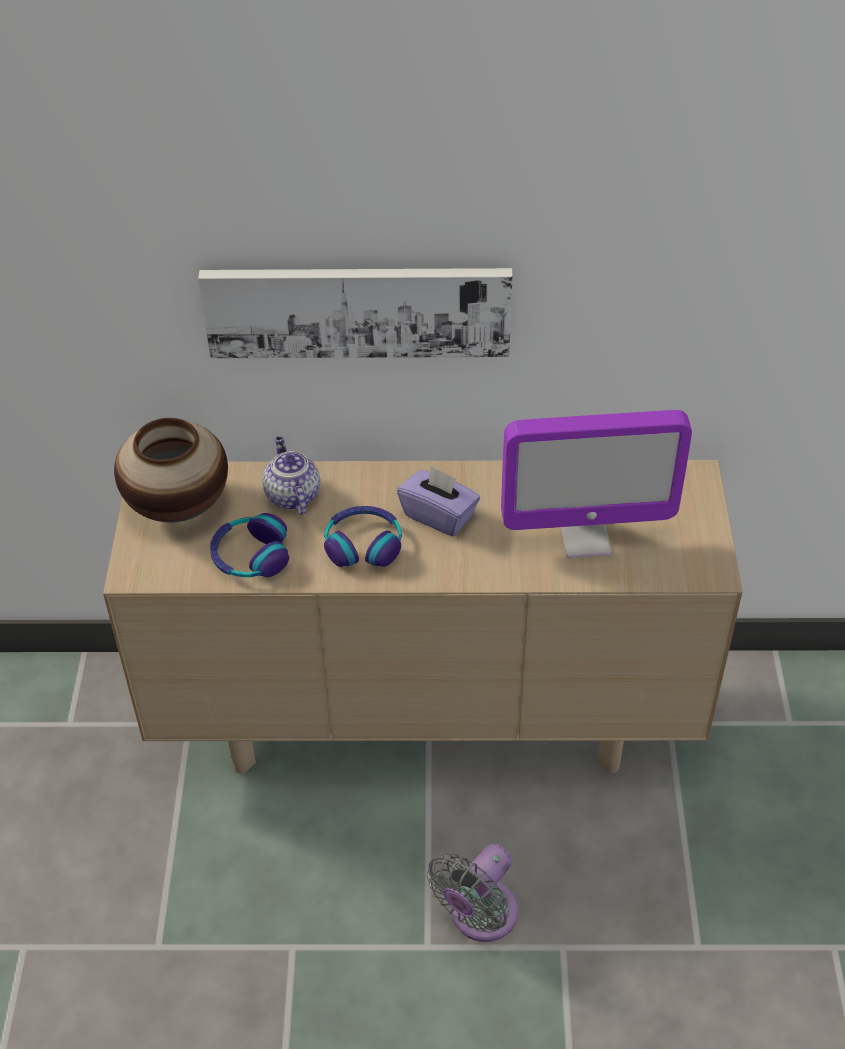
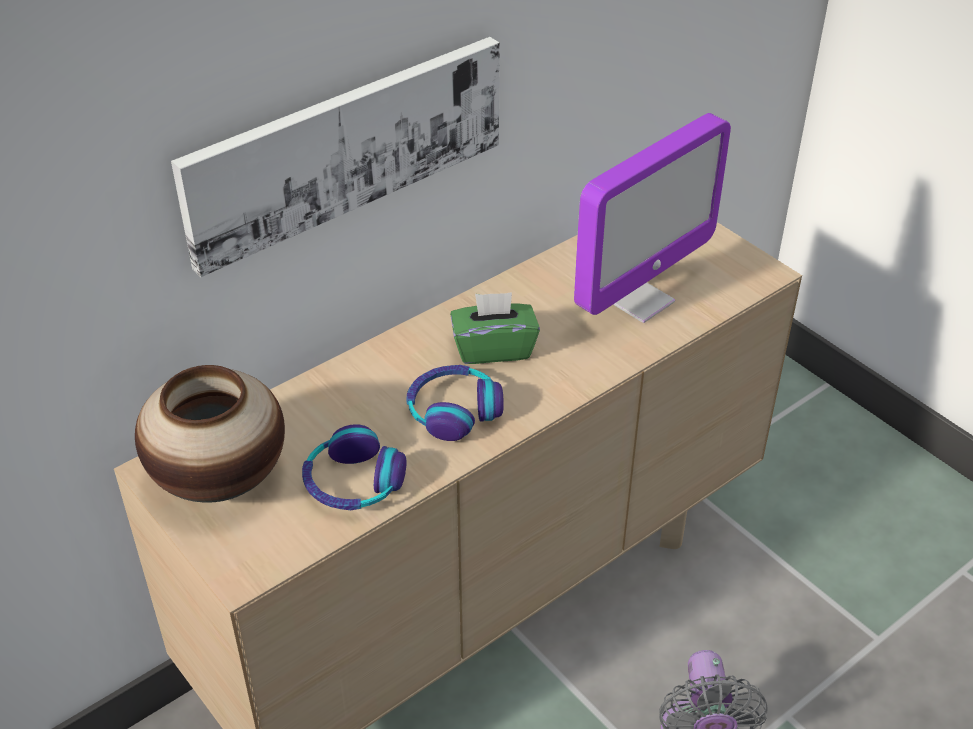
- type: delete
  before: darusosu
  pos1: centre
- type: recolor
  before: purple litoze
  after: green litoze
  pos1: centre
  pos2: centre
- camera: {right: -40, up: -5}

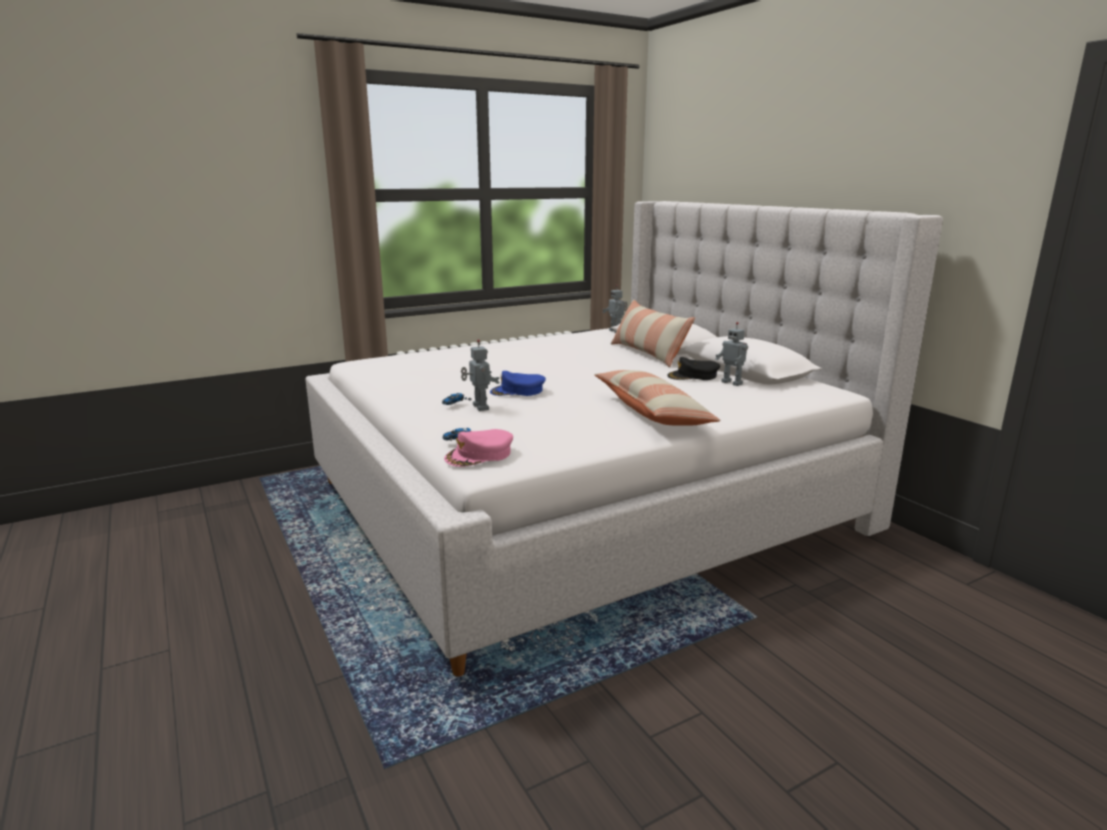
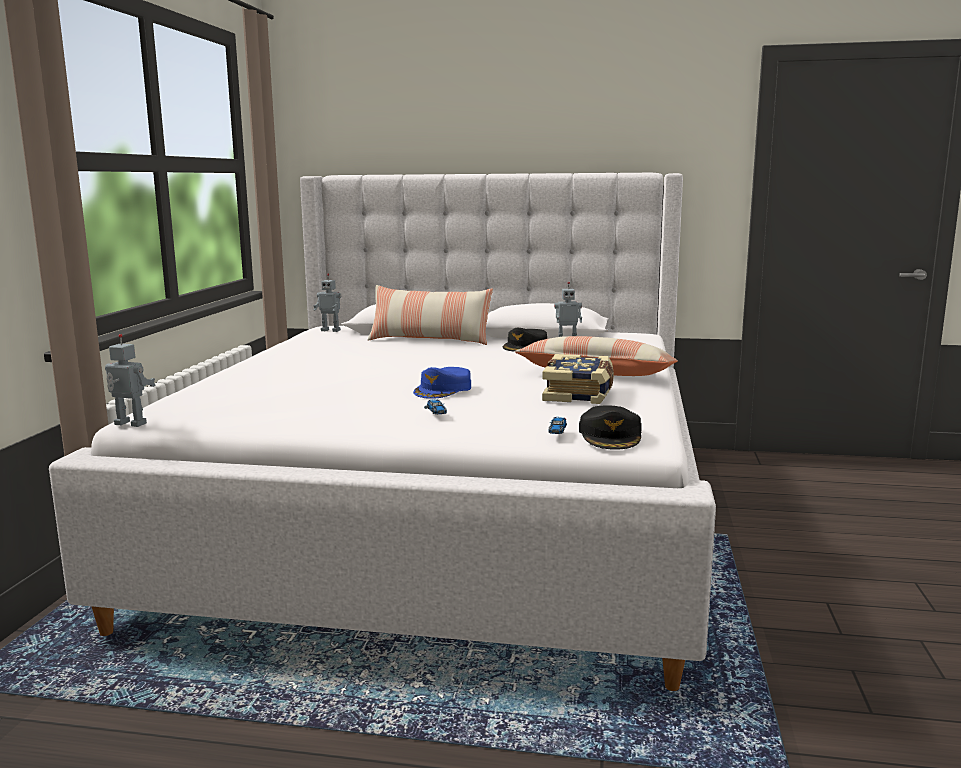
- type: insert
  after: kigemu
  pos2: centre
- type: move
  before: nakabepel (1st from left)
  pos1: centre
  pos2: middle left
- type: recolor
  before: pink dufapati
  after: black dufapati (2nd from left)
  pos1: centre
  pos2: centre
- camera: {right: -50, up: -5}

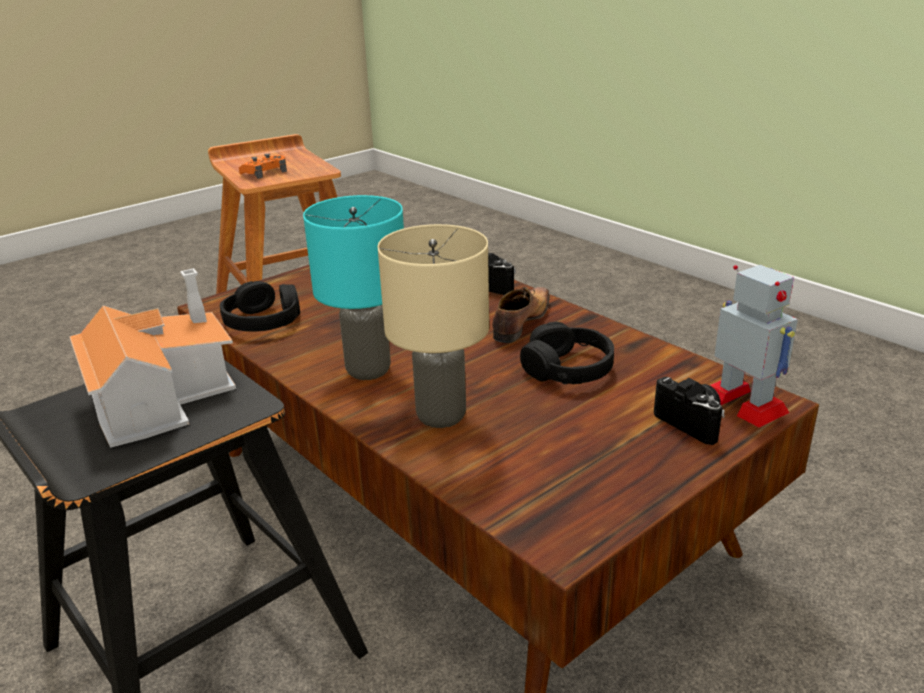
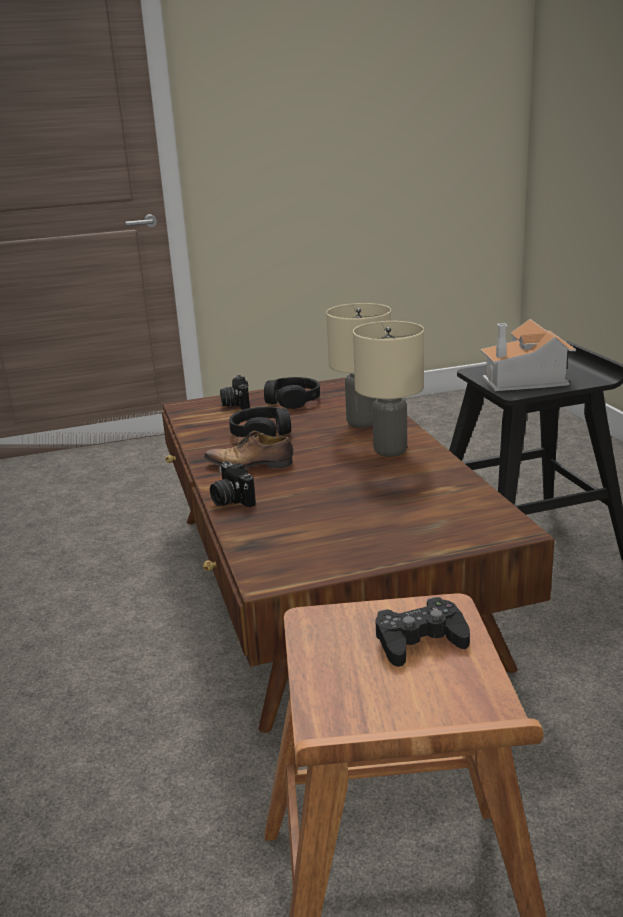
- type: delete
  before: nakabepel
  pos1: middle right
- type: move
  before: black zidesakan (1st from left in the first image)
  after: black zidesakan (2nd from left)
  pos1: middle left
  pos2: centre
- type: recolor
  before: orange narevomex
  after: black narevomex
  pos1: top left
  pos2: bottom right
- type: recolor
  before: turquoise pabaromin
  after: beige pabaromin (2nd from left)
  pos1: centre
  pos2: centre
- type: rotate
  before: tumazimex
  pos1: centre
  pos2: centre
  turn: 45
- camera: {right: -155, up: -5}

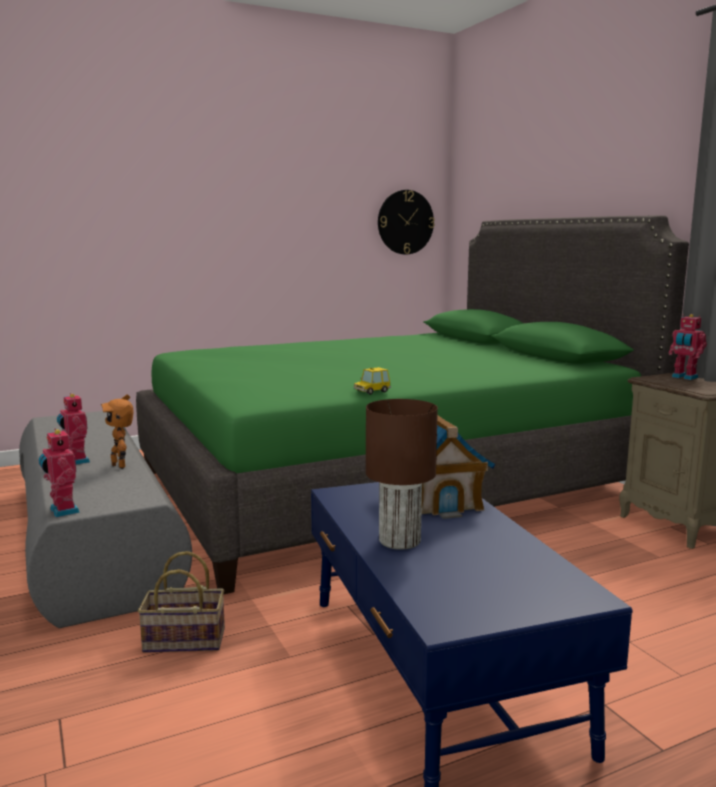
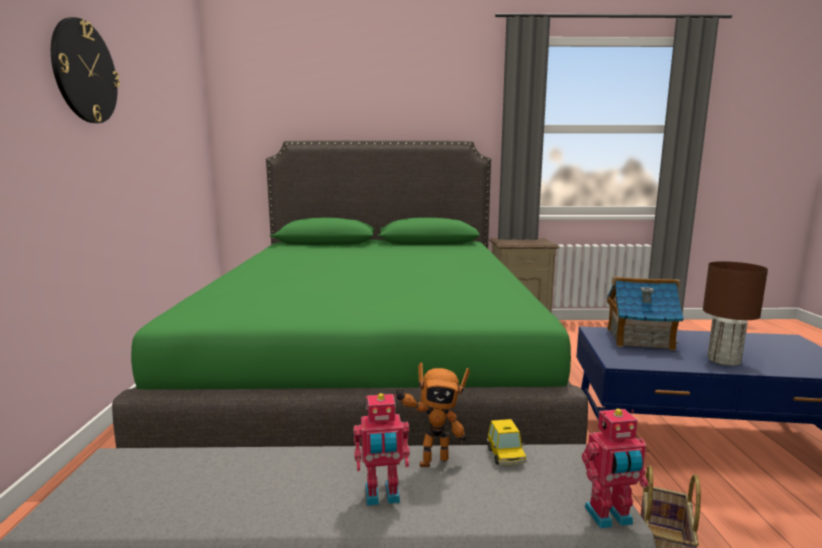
- type: delete
  before: nakabepel (4th from left)
  pos1: middle right
- type: move
  before: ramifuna
  pos1: centre
  pos2: bottom centre
- type: move
  before: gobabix
  pos1: top centre
  pos2: top left
- camera: {right: -65, up: 0}

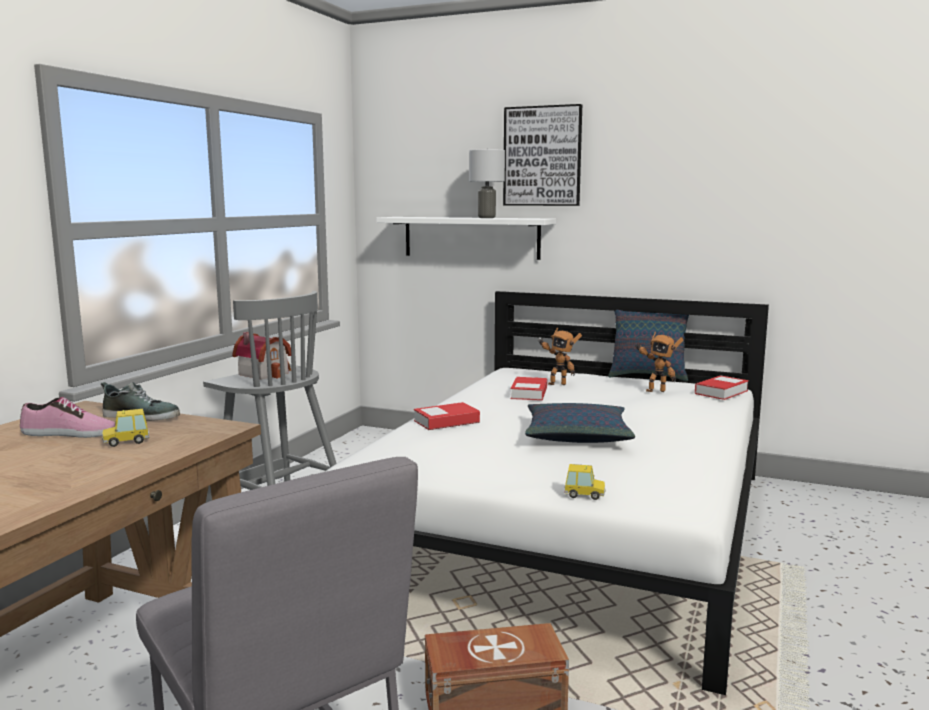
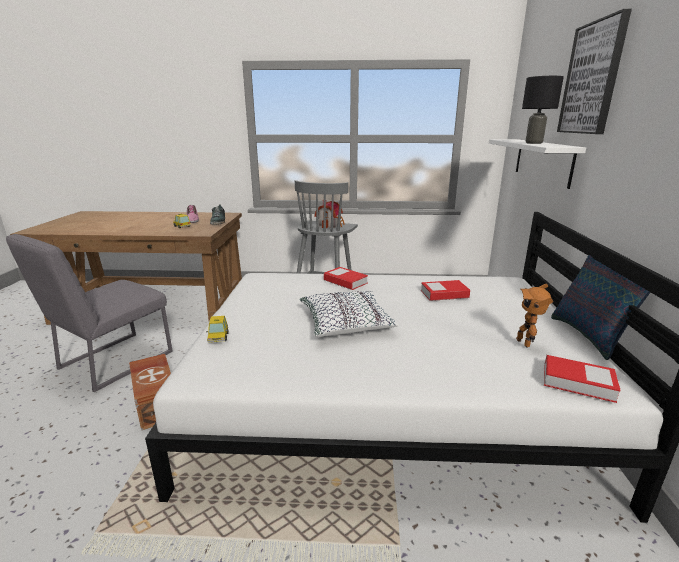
- type: delete
  before: nakabepel (1st from left)
  pos1: centre
- type: recolor
  before: white pabaromin
  after: black pabaromin
  pos1: top centre
  pos2: top right
- type: recolor
  before: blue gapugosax (1st from left)
  after: white gapugosax
  pos1: centre
  pos2: centre
- camera: {right: 70, up: 10}

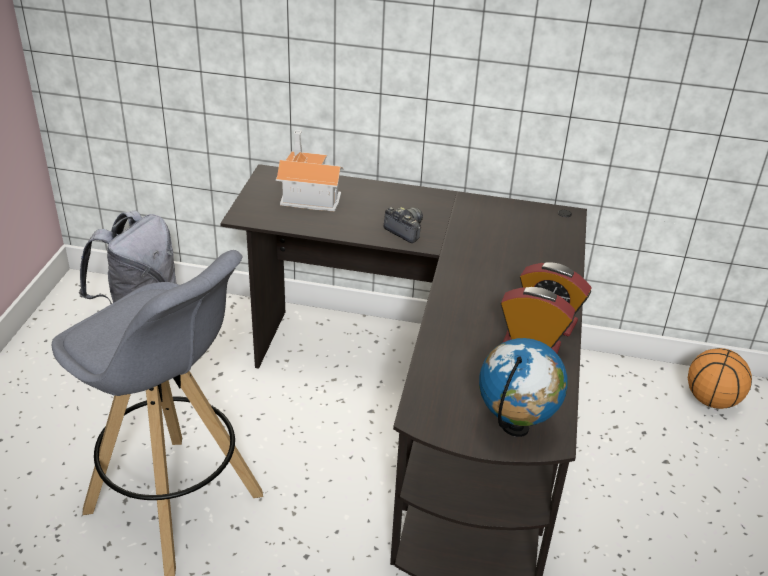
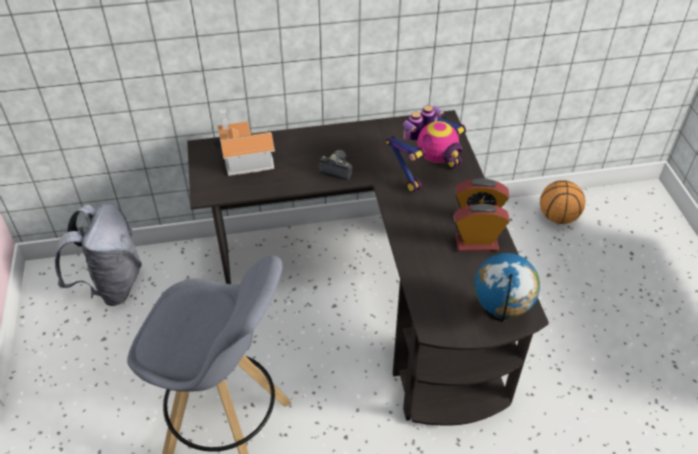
- type: insert
  after: nakabepel
  pos2: top centre
- camera: {right: -20, up: 10}

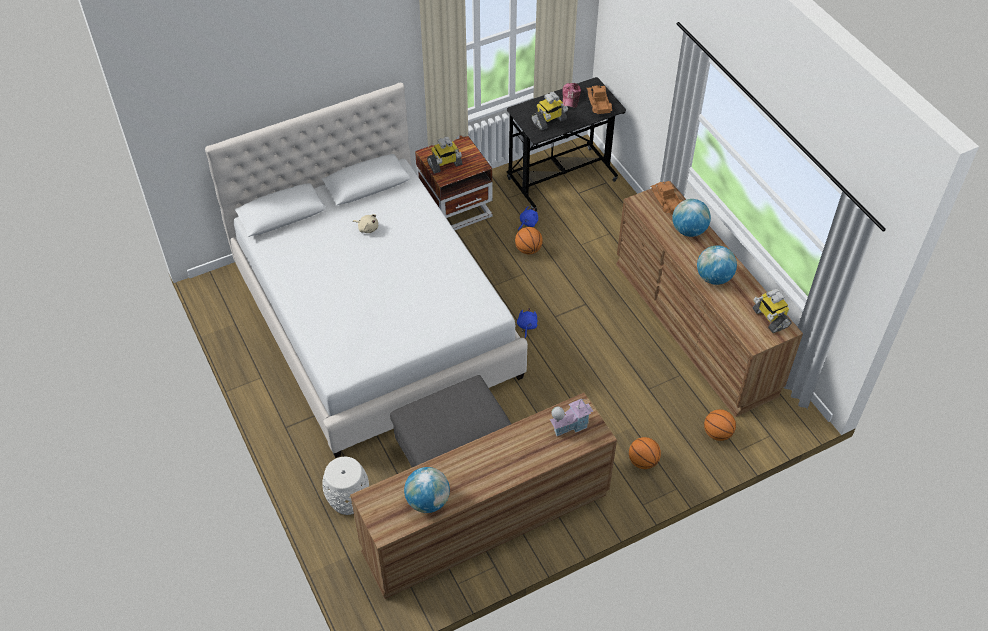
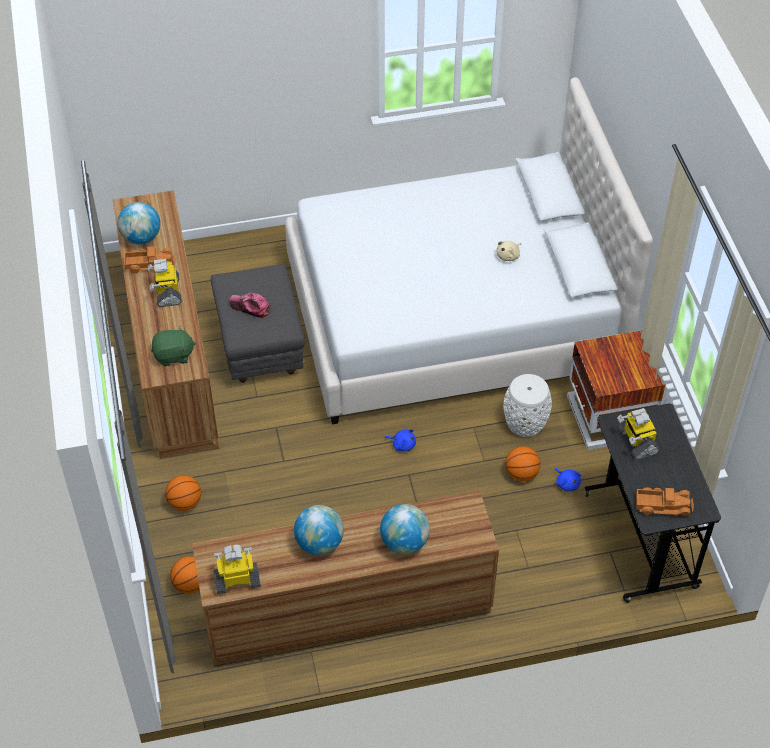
- type: move
  before: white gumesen
  pos1: bottom centre
  pos2: middle right
- type: move
  before: nakabepel (1st from left)
  pos1: top centre
  pos2: middle left
- type: move
  before: dufapati
  pos1: top centre
  pos2: middle left
- type: move
  before: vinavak (2nd from left in the first image)
  after: vinavak (1st from left)
  pos1: top right
  pos2: middle left
- type: replace
  before: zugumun
  after: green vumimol
  pos1: centre
  pos2: middle left
- camera: {right: 105, up: 0}

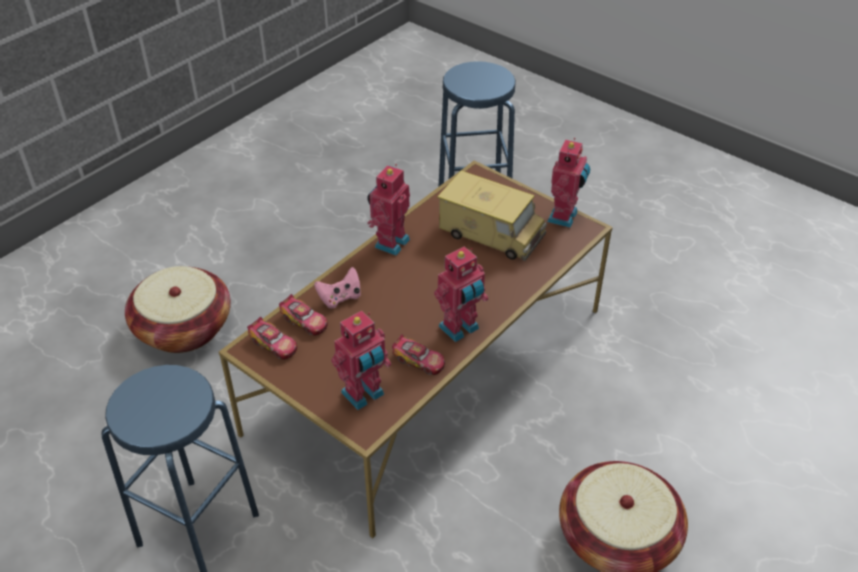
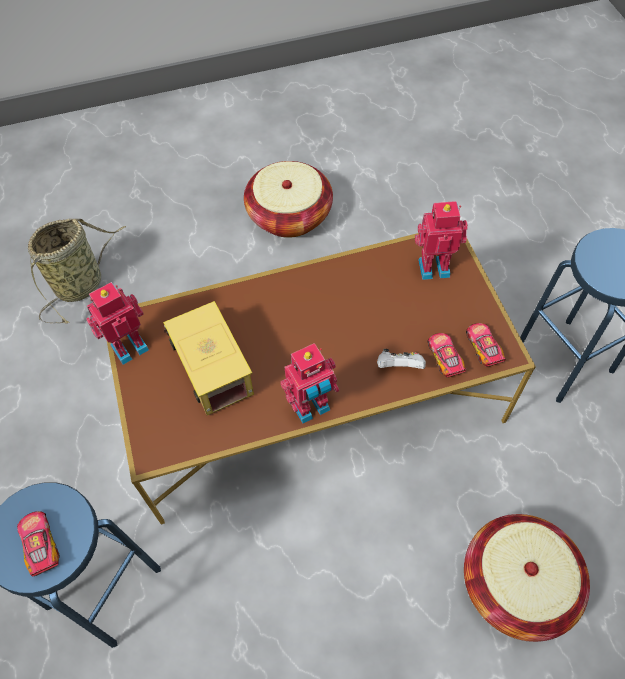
- type: delete
  before: nakabepel (3rd from left)
  pos1: centre
- type: insert
  after: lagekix (1st from left)
  pos2: middle left
- type: move
  before: ramifuna (3rd from left in the first image)
  after: ramifuna (1st from left)
  pos1: centre
  pos2: bottom left
- type: recolor
  before: pink narevomex
  after: white narevomex
  pos1: centre
  pos2: centre
- camera: {right: -145, up: 15}

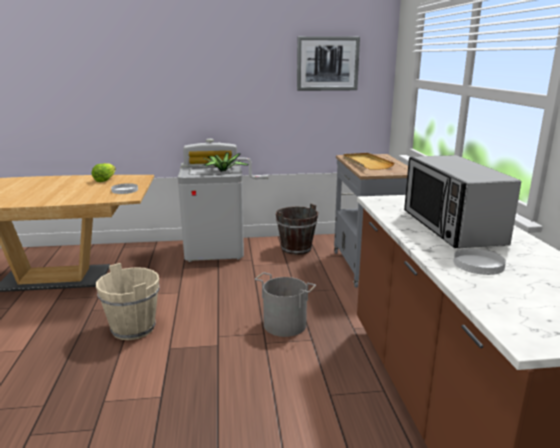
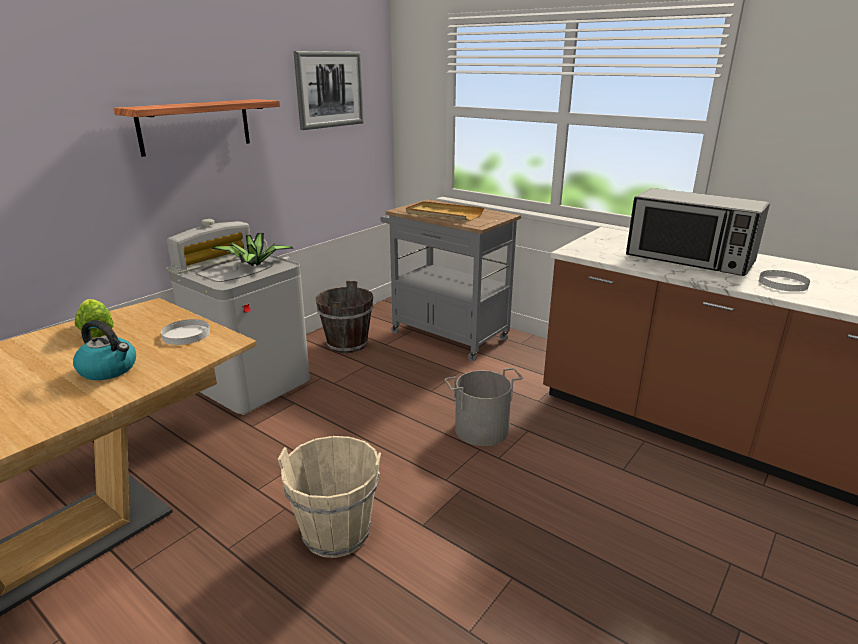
- type: insert
  after: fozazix
  pos2: middle left
- type: insert
  after: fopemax
  pos2: top left
- camera: {right: -45, up: 5}

